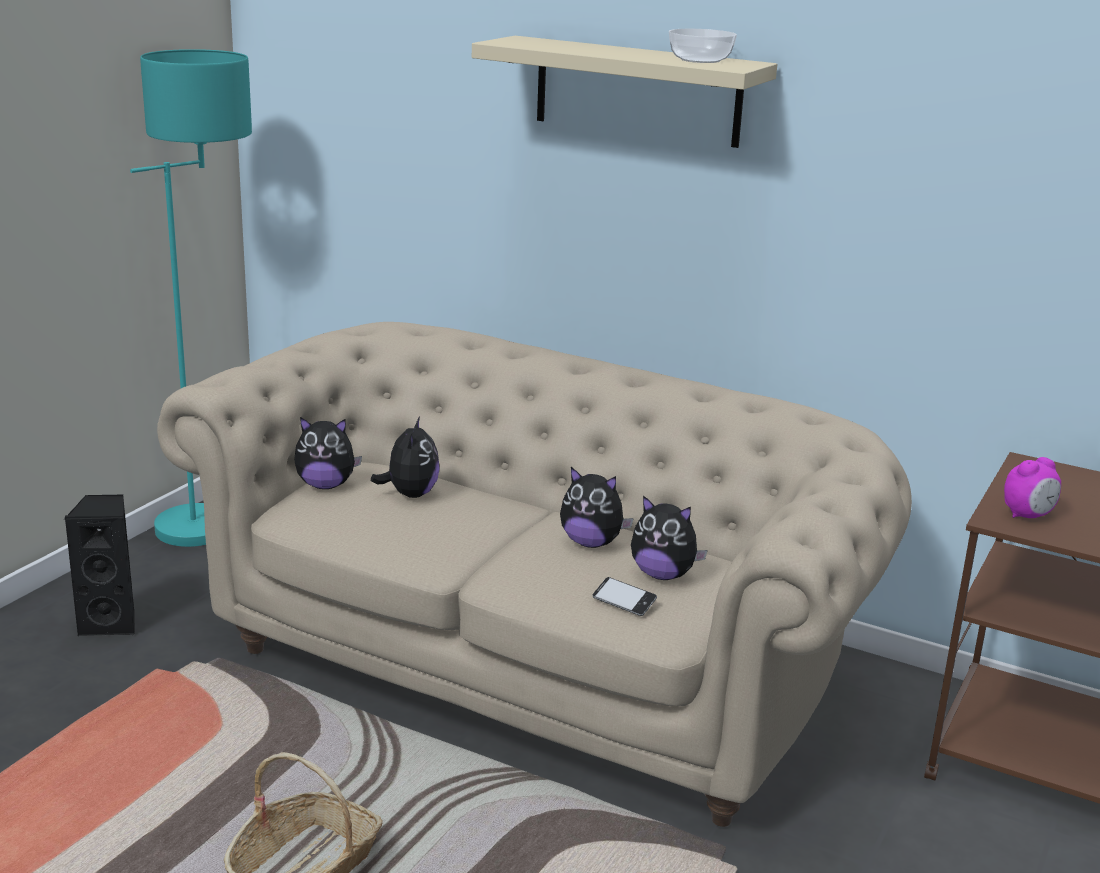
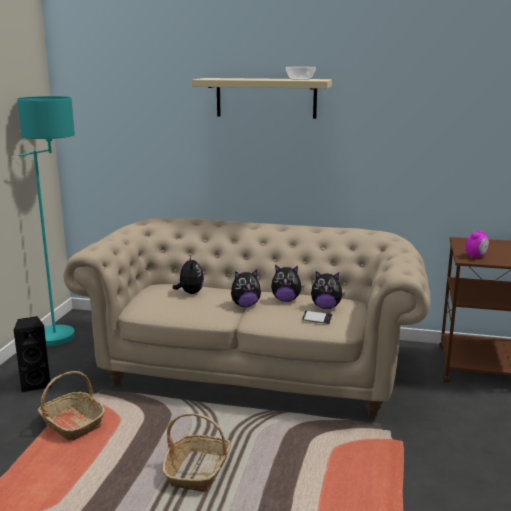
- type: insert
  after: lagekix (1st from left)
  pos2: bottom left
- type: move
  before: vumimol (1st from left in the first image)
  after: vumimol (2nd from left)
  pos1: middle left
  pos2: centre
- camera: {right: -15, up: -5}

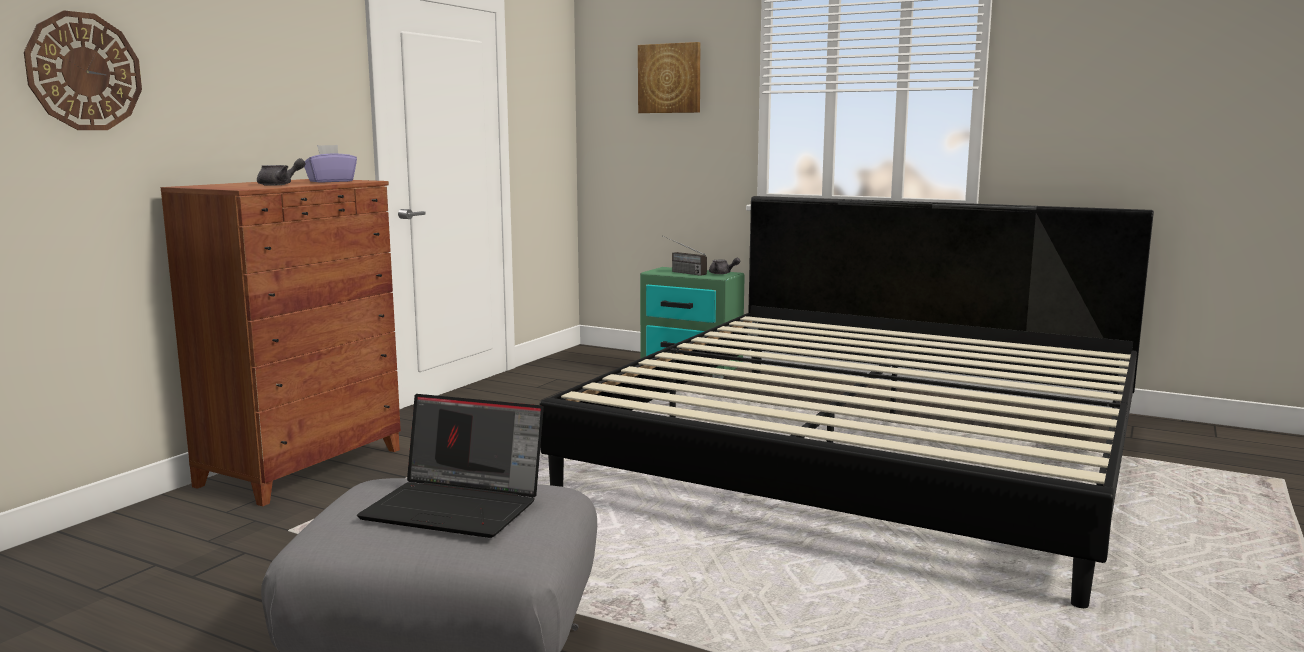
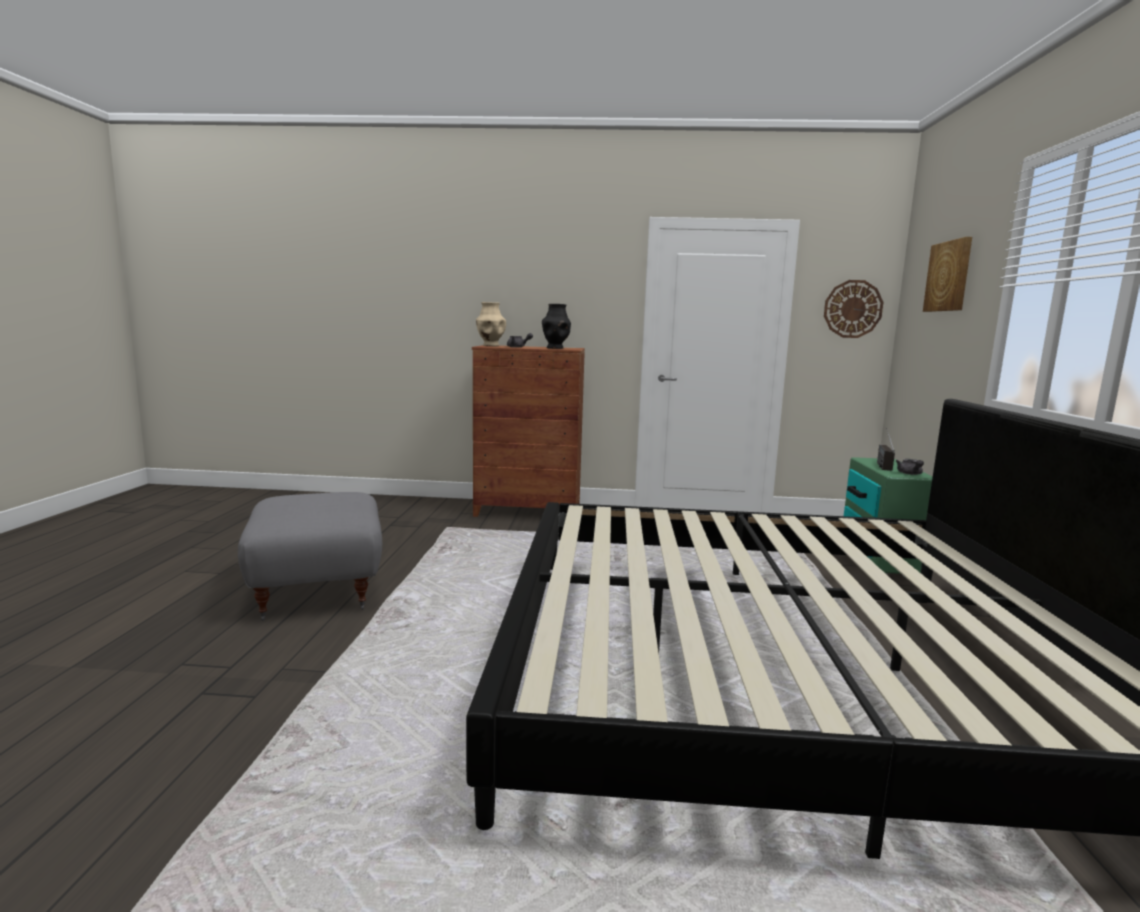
- type: delete
  before: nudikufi
  pos1: bottom centre
- type: insert
  after: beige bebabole
  pos2: centre
- type: move
  before: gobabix
  pos1: top left
  pos2: middle right
- type: replace
  before: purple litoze
  after: black bebabole
  pos1: top left
  pos2: centre
- camera: {right: 65, up: 0}

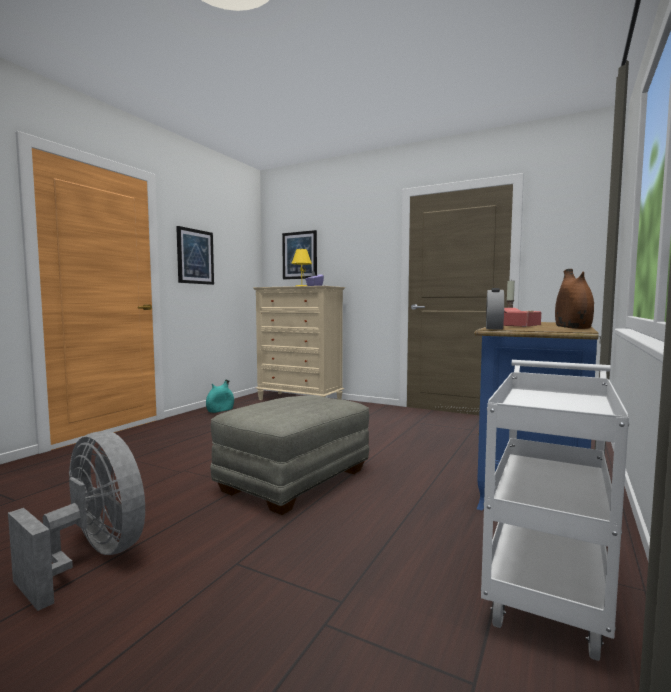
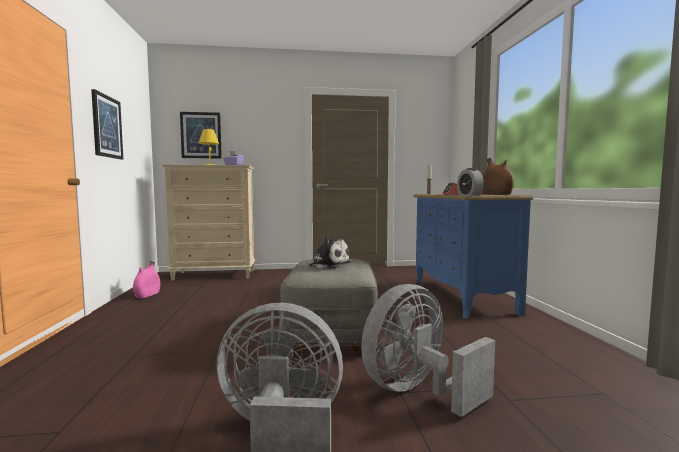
- type: delete
  before: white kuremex
  pos1: bottom right
- type: insert
  after: vumimol
  pos2: centre
- type: insert
  after: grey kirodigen (2nd from left)
  pos2: bottom centre
- type: recolor
  before: turquoise bebabole
  after: pink bebabole
  pos1: middle left
  pos2: middle left
- camera: {right: -35, up: 0}

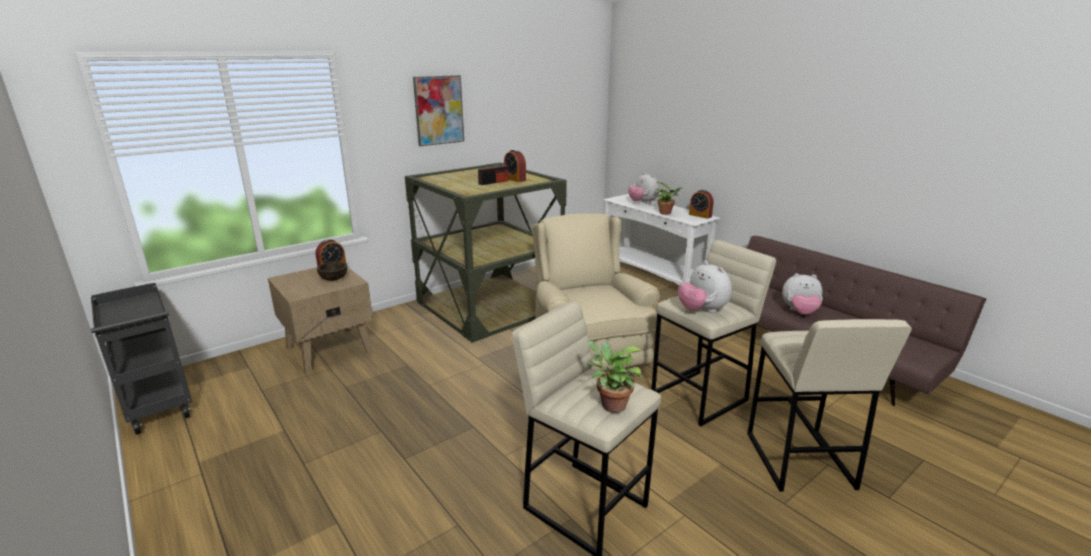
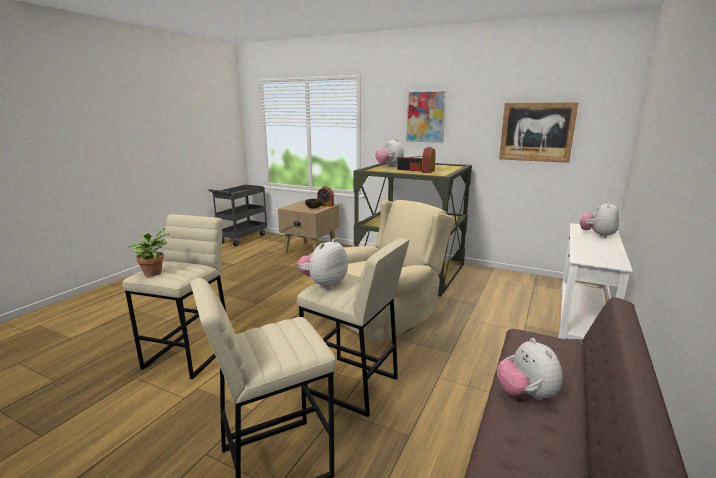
- type: delete
  before: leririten (2nd from left)
  pos1: centre
- type: delete
  before: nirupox (3rd from left)
  pos1: centre
- type: insert
  after: vumimol (2nd from left)
  pos2: top centre
- type: insert
  after: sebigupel (2nd from left)
  pos2: top right
- camera: {right: 65, up: -5}

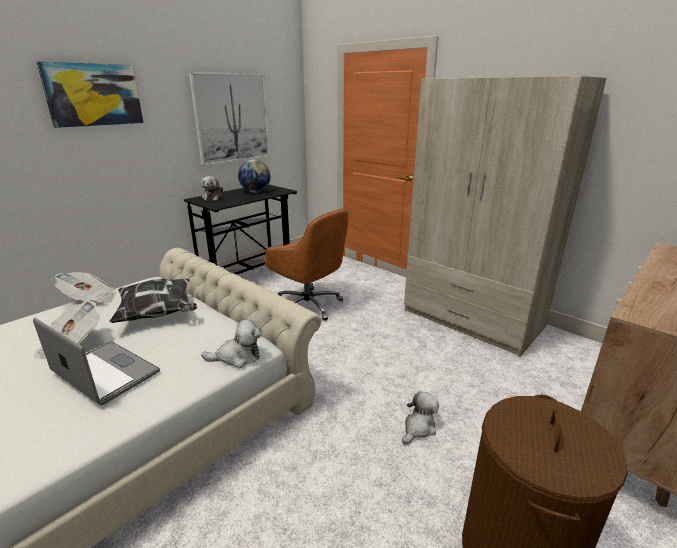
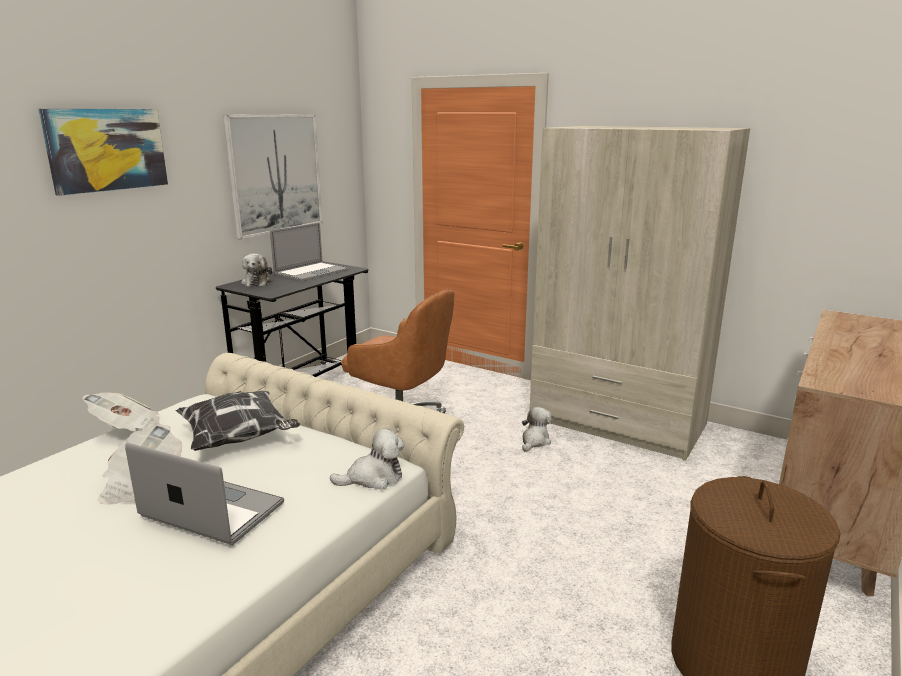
- type: move
  before: vumimol (3rd from left)
  pos1: bottom centre
  pos2: centre
- type: replace
  before: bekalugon
  after: nudikufi (2nd from left)
  pos1: top centre
  pos2: centre
- camera: {right: -10, up: -5}

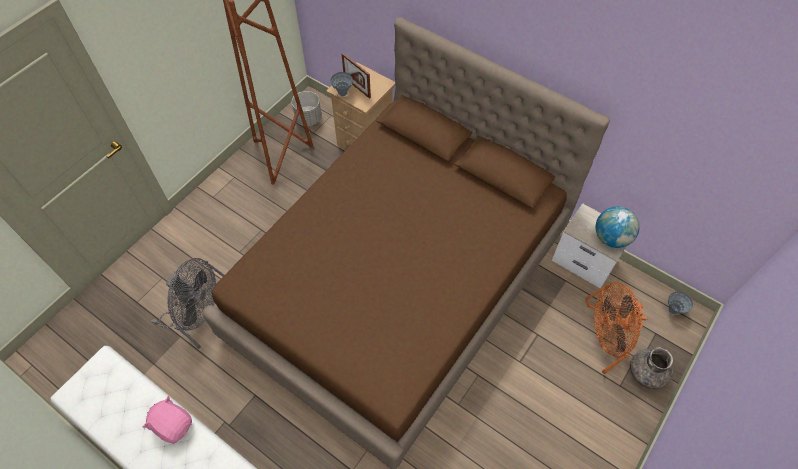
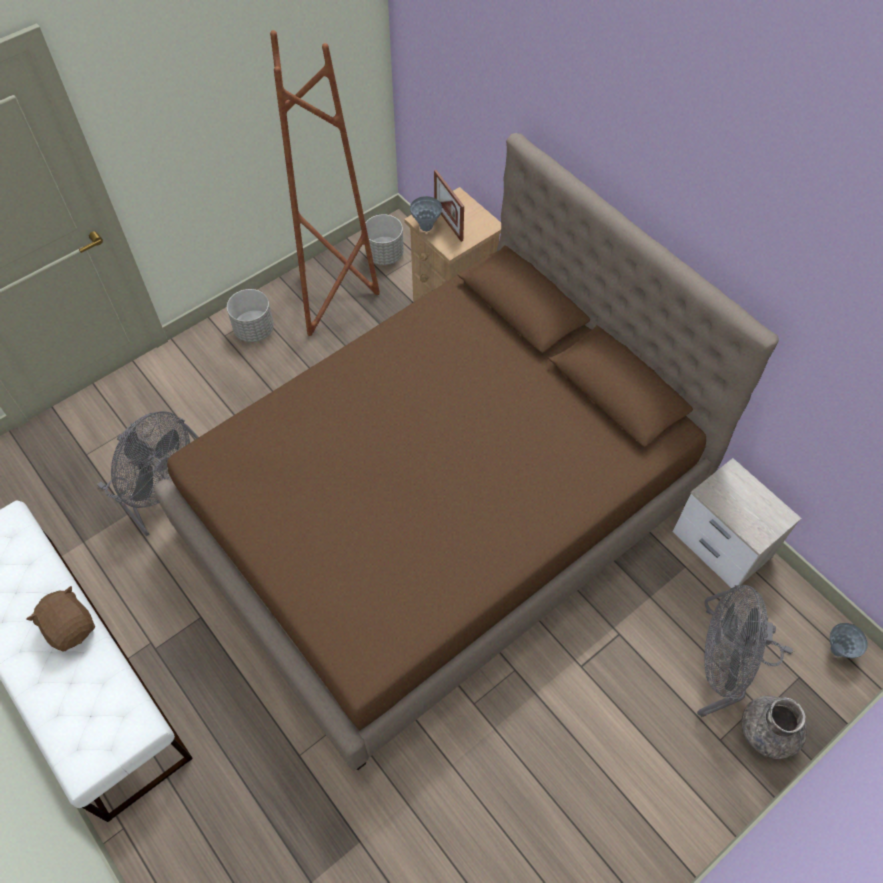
- type: delete
  before: bekalugon
  pos1: middle right
- type: insert
  after: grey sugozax (1st from left)
  pos2: middle left
- type: recolor
  before: pink vumimol
  after: brown vumimol
  pos1: bottom left
  pos2: bottom left
- type: recolor
  before: orange kirodigen
  after: grey kirodigen (2nd from left)
  pos1: bottom right
  pos2: bottom right
- camera: {right: 15, up: 0}

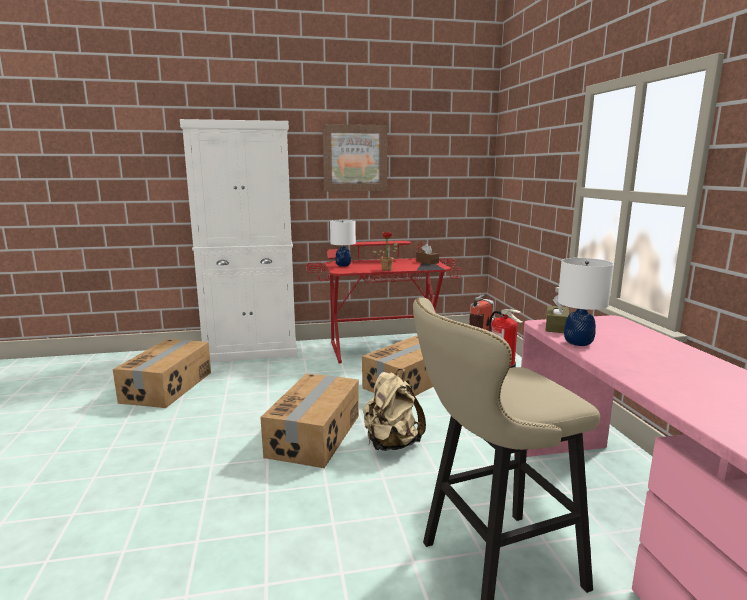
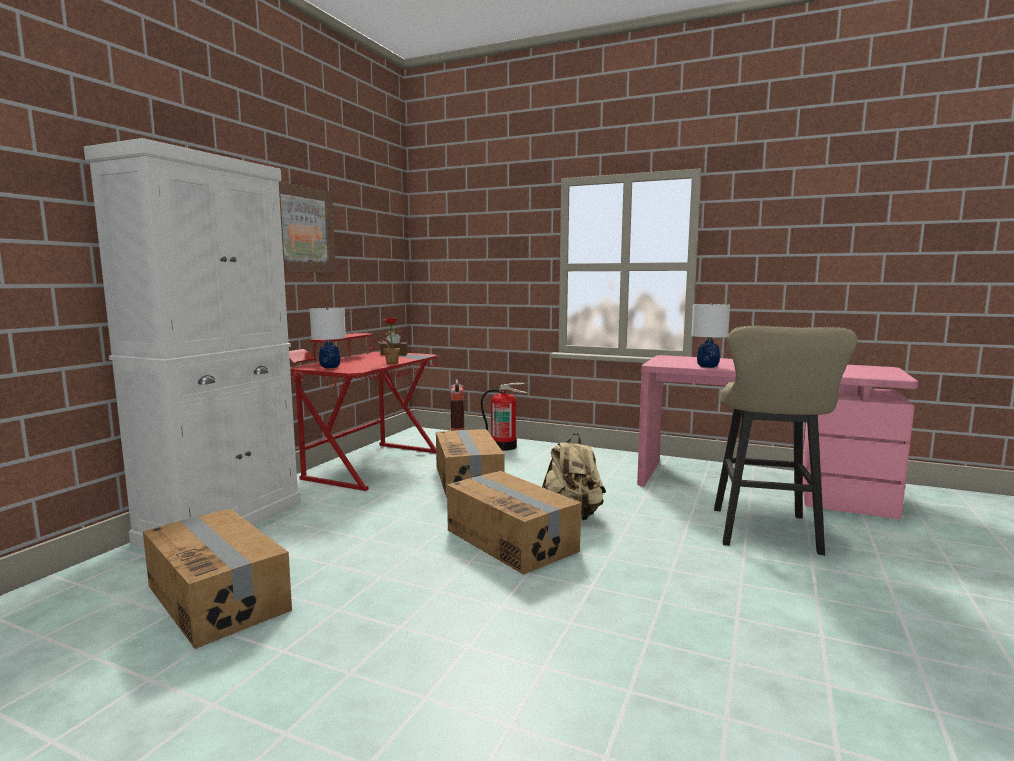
- type: delete
  before: brown litoze (2nd from left)
  pos1: middle right
- camera: {right: -55, up: -5}

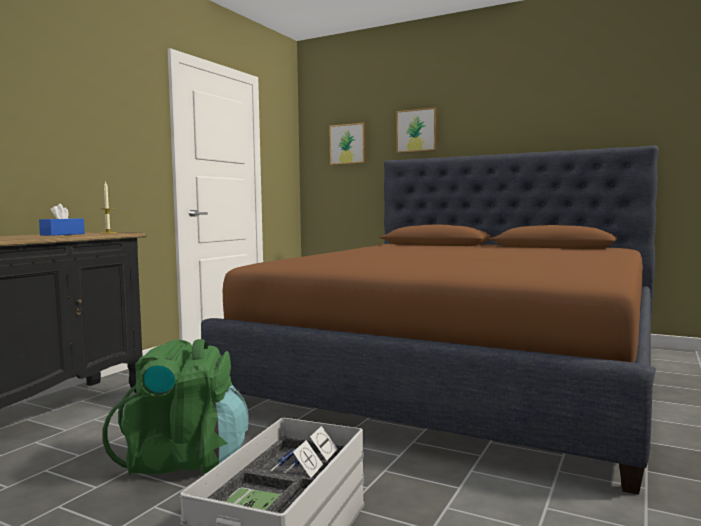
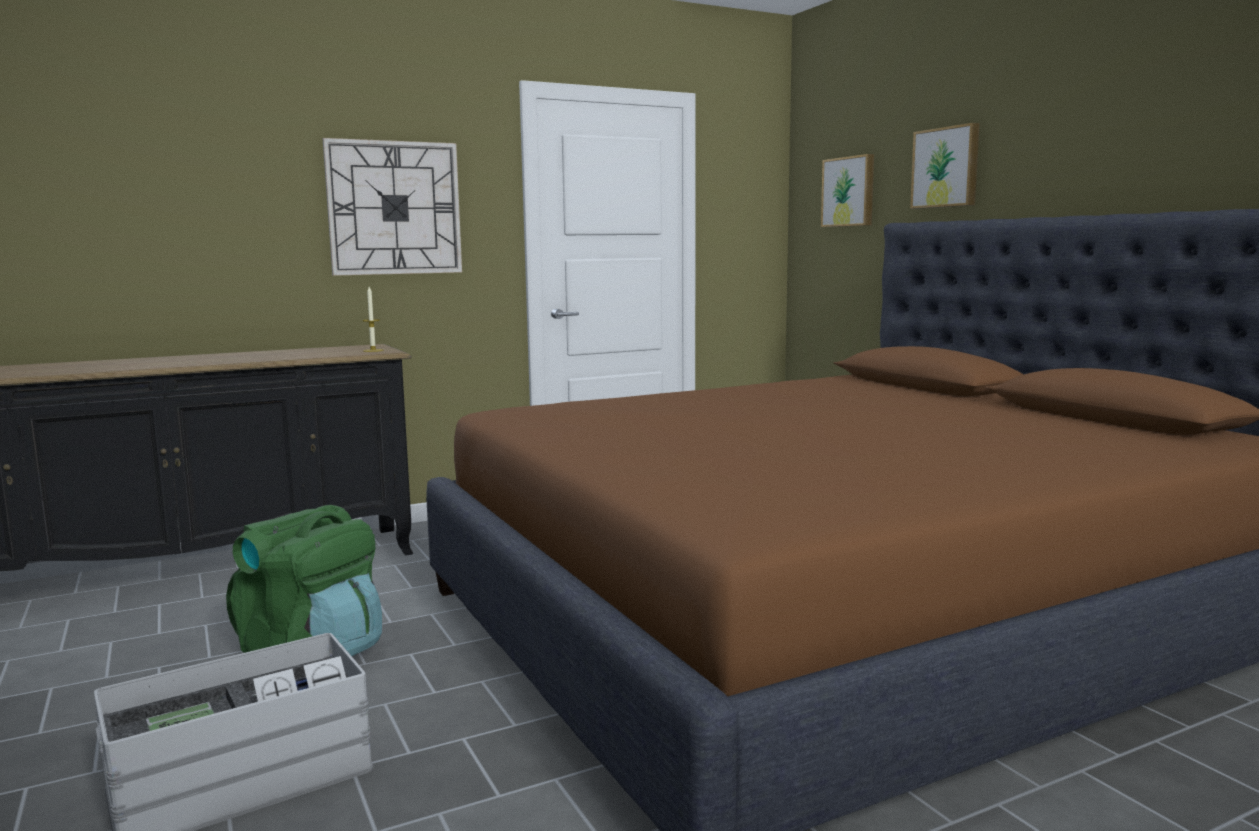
- type: delete
  before: blue litoze
  pos1: middle left
- type: insert
  after: gobabix
  pos2: top left
- camera: {right: 35, up: 5}

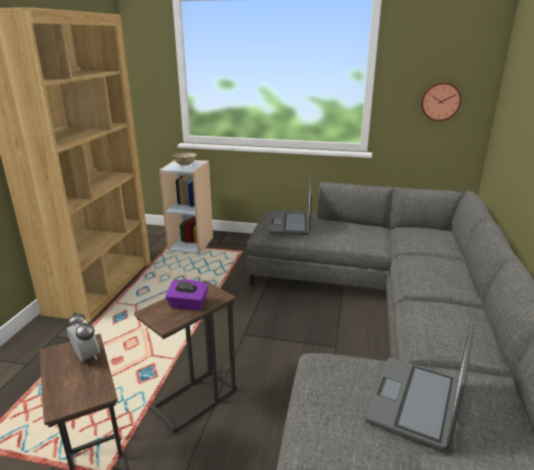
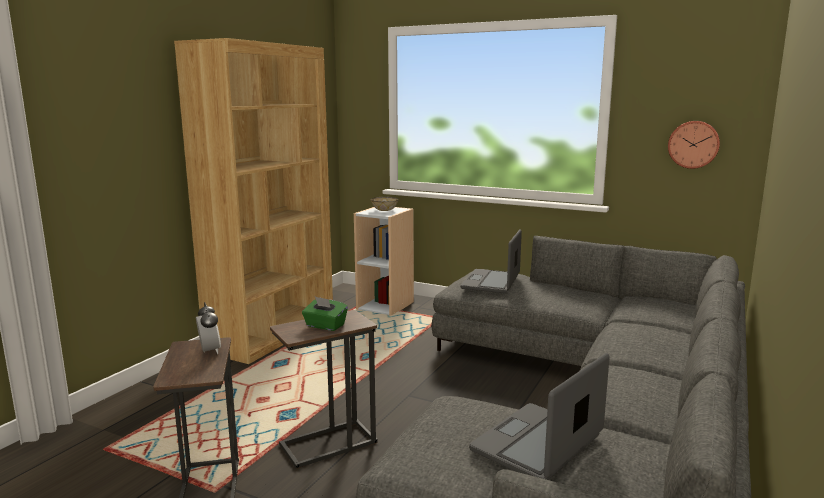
- type: recolor
  before: purple litoze
  after: green litoze
  pos1: centre
  pos2: centre
- camera: {right: 15, up: -10}

